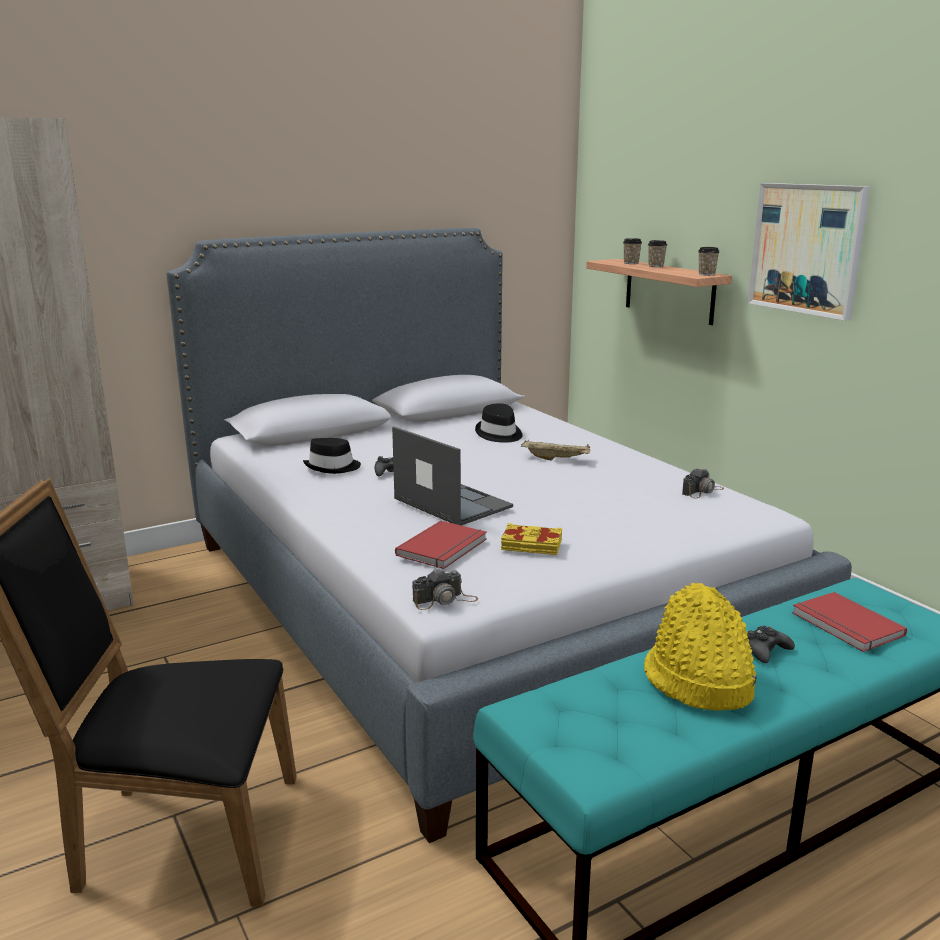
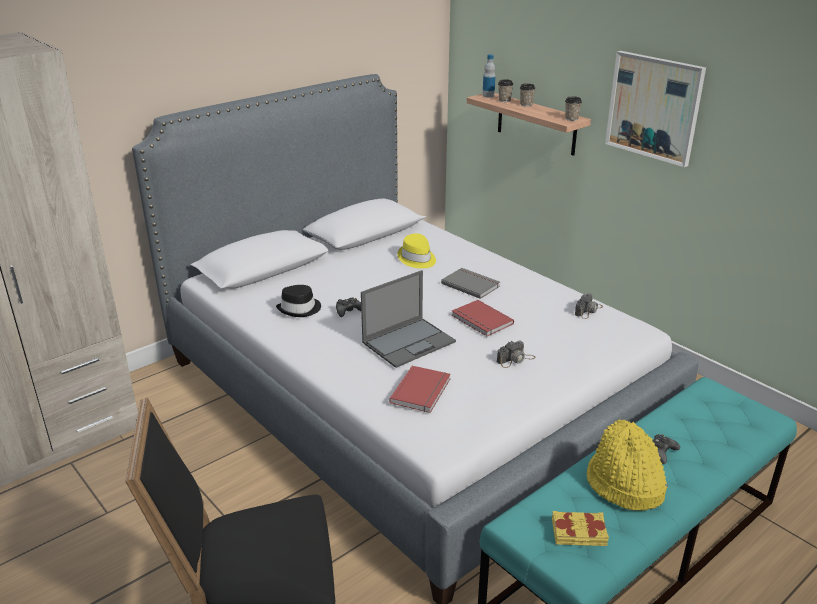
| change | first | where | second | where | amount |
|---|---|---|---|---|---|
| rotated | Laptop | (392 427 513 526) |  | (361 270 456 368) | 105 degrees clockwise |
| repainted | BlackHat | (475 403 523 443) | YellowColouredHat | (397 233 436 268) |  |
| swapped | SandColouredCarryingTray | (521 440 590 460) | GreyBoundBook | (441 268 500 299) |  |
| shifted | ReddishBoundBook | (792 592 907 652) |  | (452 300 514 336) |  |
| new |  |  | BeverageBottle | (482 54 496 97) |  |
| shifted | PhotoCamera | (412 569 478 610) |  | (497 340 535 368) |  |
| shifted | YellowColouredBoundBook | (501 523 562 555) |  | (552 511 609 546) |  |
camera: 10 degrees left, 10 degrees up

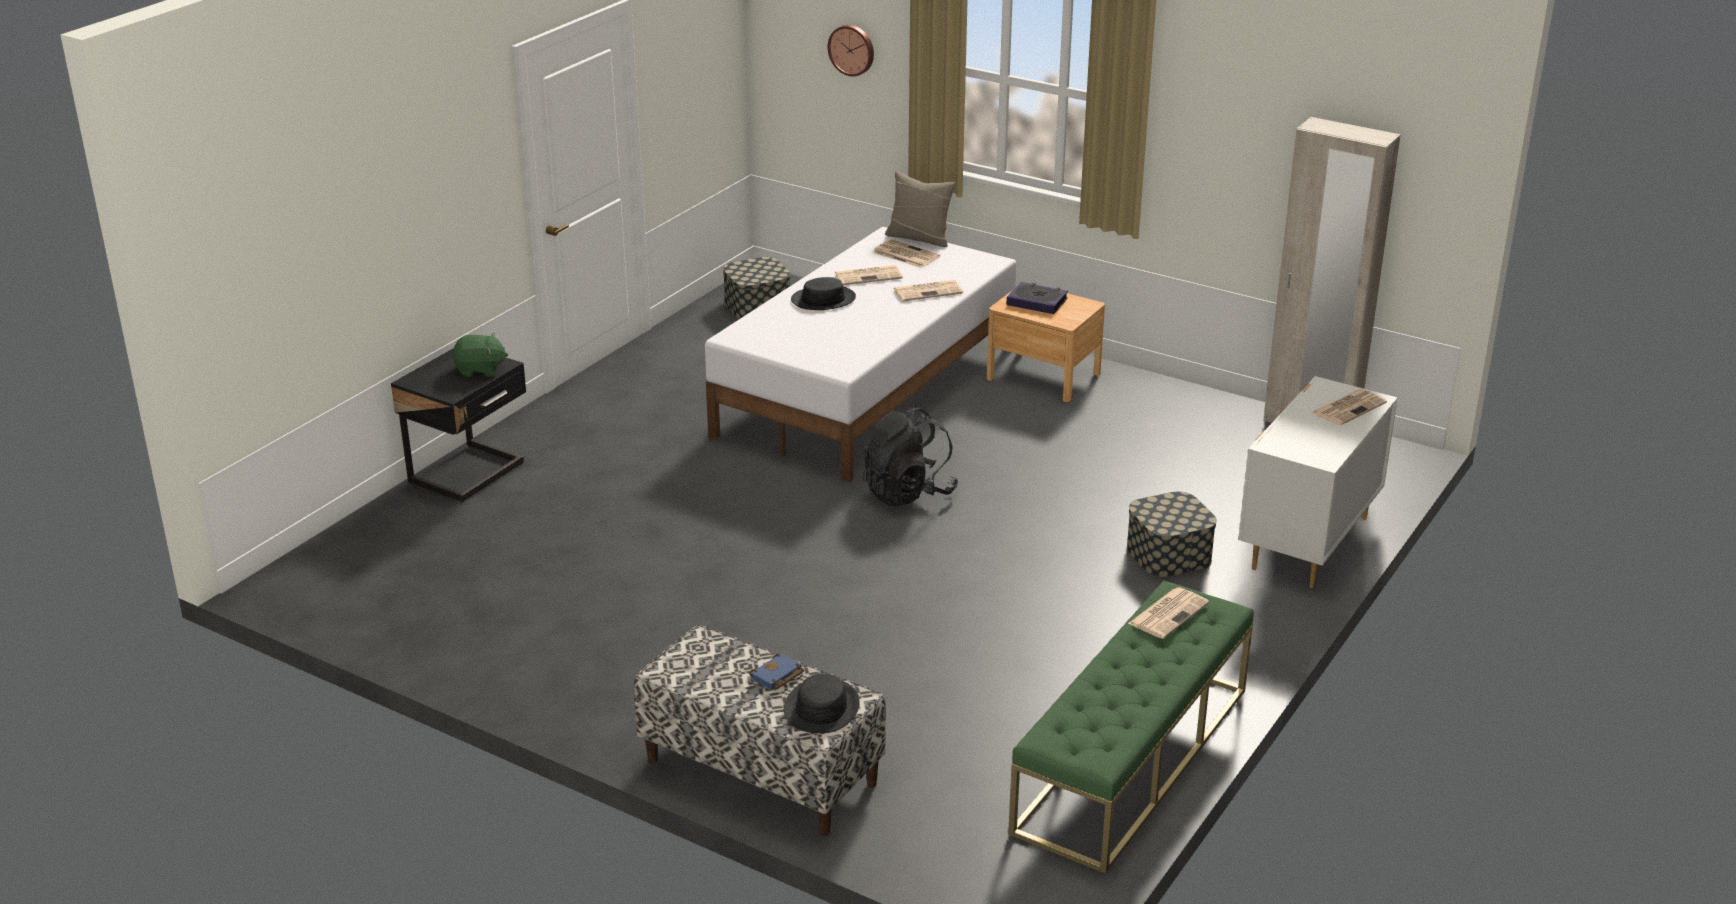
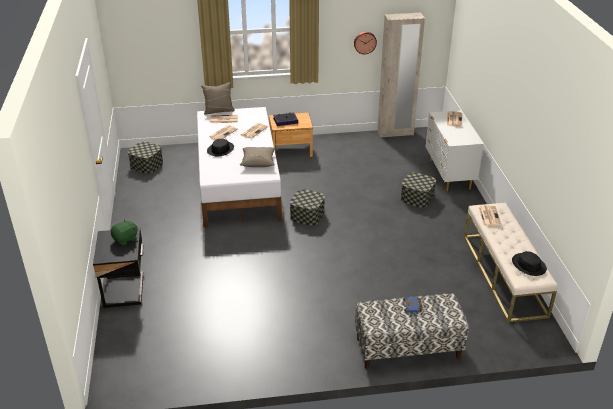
| change | first | where | second | where | amount |
|---|---|---|---|---|---|
| new |  |  | SandColouredCushion | (240 147 275 167) |  |
| swapped | BlackBackpack | (862 405 958 506) | StorageBin | (290 189 325 226) |  |
| shifted | ClockOnTheWall | (828 25 874 77) |  | (354 32 377 54) |  |
| repainted | GreenBench | (1008 581 1254 874) | SandColouredBench | (464 203 558 323) |  |
| shifted | BlackHat | (784 674 860 733) |  | (512 251 547 276) |  |
camera: 40 degrees left, 5 degrees up

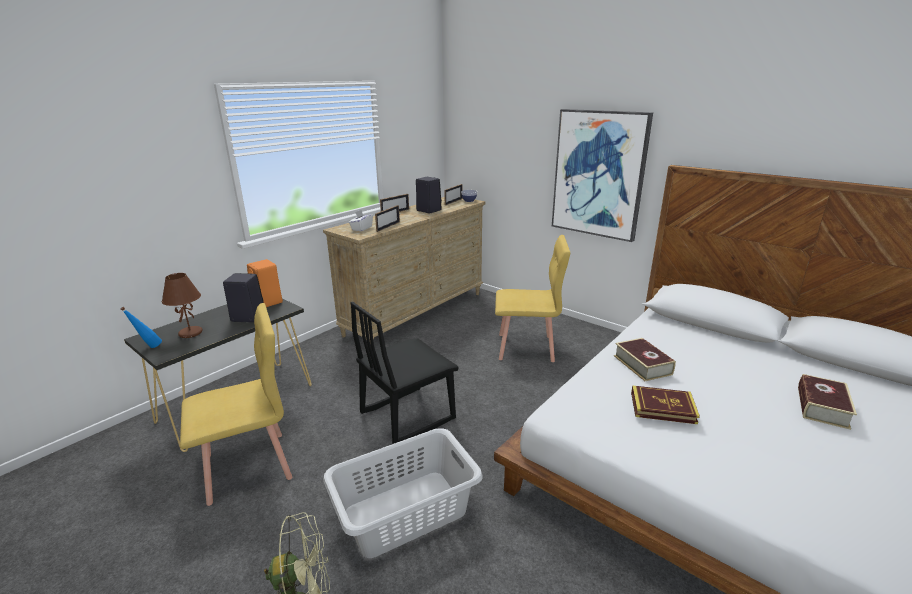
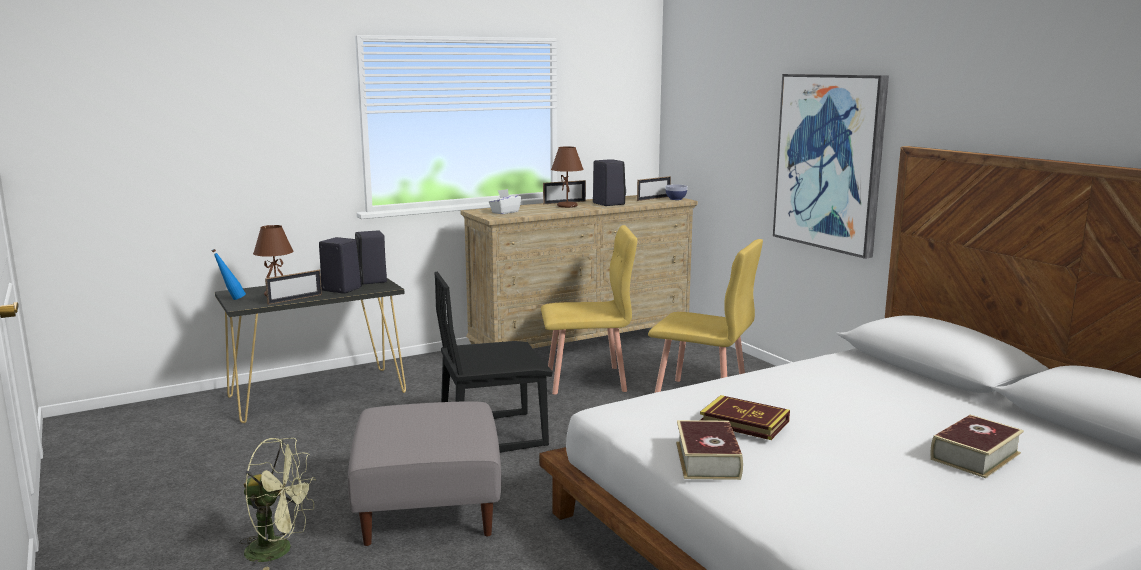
| change | first | where | second | where | amount |
|---|---|---|---|---|---|
| shifted | StandingFrame | (375 205 400 232) |  | (265 270 322 305) |  |
| swapped | GreyWashingBasket | (323 428 483 558) | GreyPouffe | (348 401 501 546) |  |
| repainted | OrangeyAudioSpeaker | (247 259 283 307) | BlackAudioSpeaker | (355 230 387 285) |  |
| shifted | YellowColouredUprightChair | (180 303 292 506) |  | (541 225 637 395) |  |
| new |  |  | BrownLampForATable | (551 147 584 208) |  |
| shifted | BoundBook | (614 338 676 381) |  | (676 420 743 480) |  |
camera: 20 degrees right, 10 degrees down

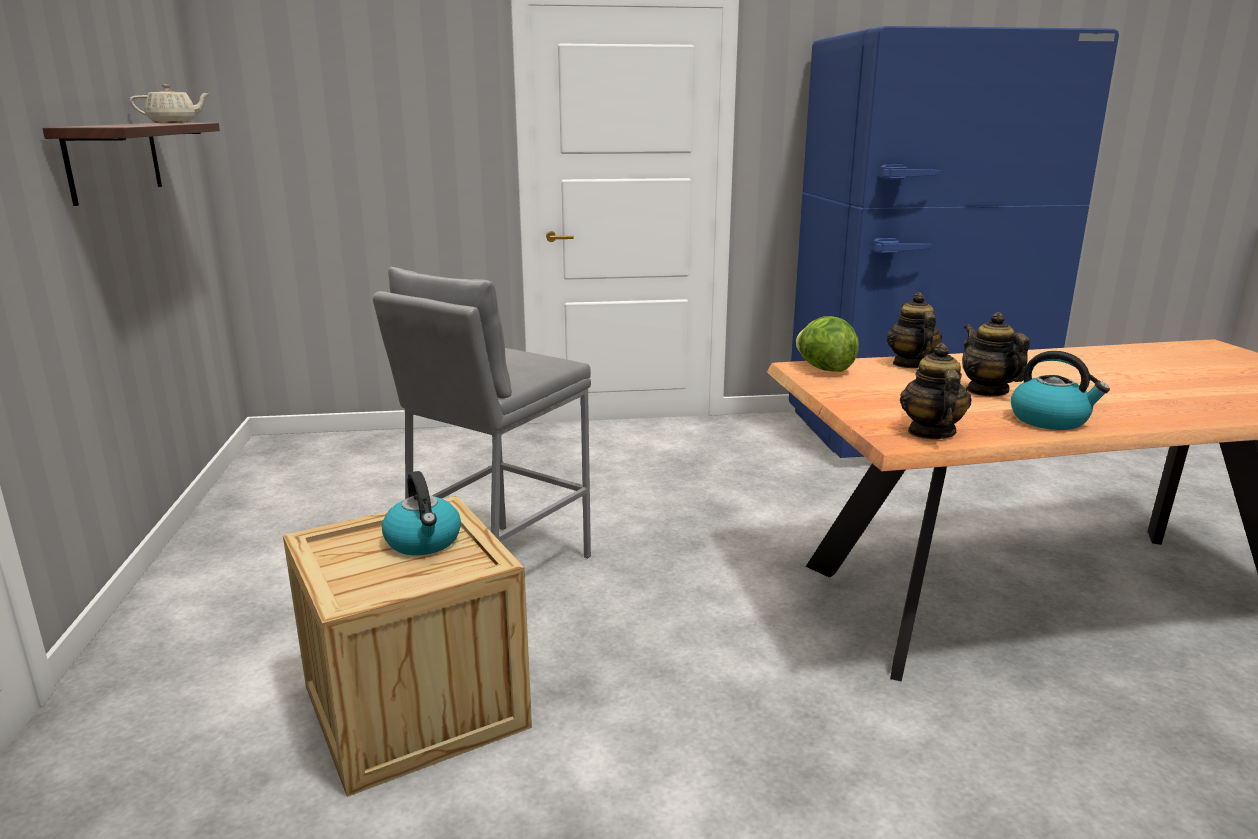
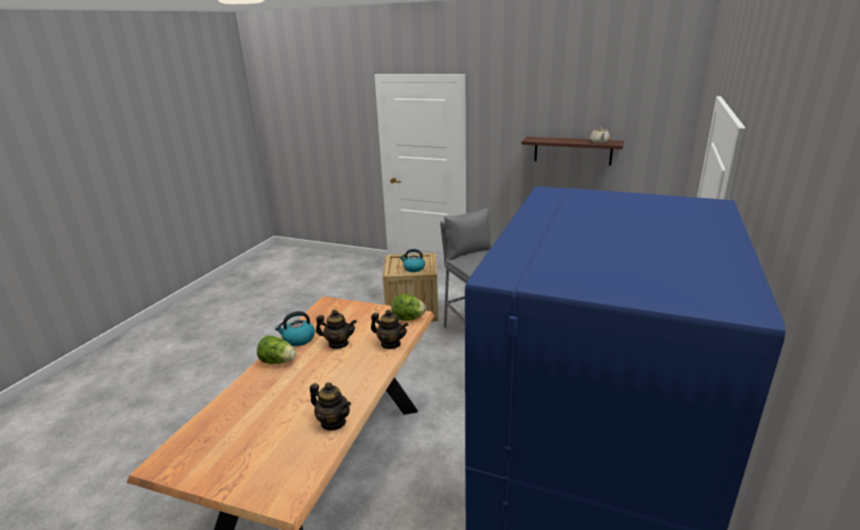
| change | first | where | second | where | amount |
|---|---|---|---|---|---|
| new |  |  | HeadOfLettuce | (257 335 296 364) |  |
| shifted | Teapot | (900 343 972 439) |  | (310 382 351 430) |  |
camera: 120 degrees right, 5 degrees up

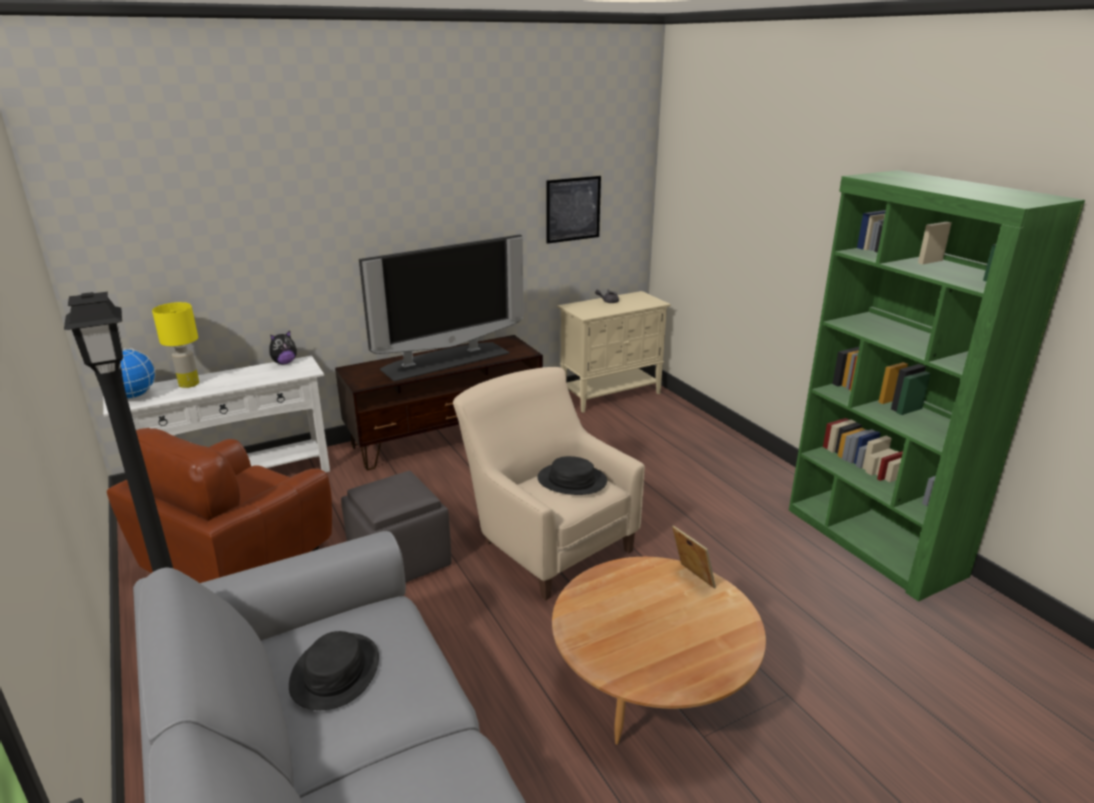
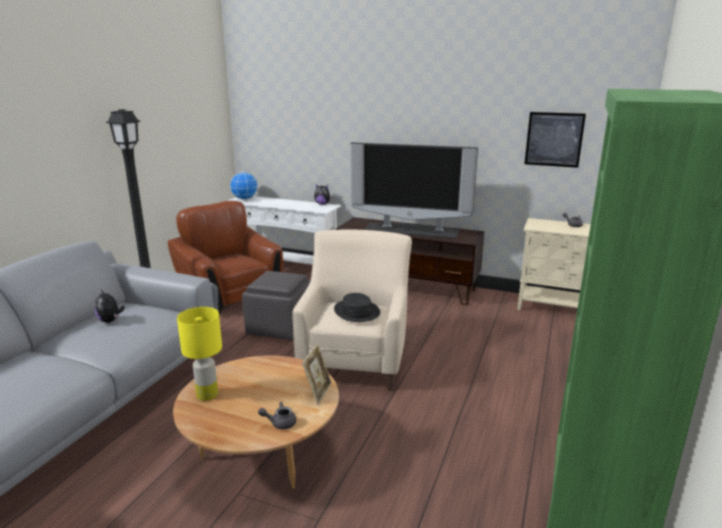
| change | first | where | second | where | amount |
|---|---|---|---|---|---|
| swapped | BlackHat | (289 631 379 710) | CuddlyToy | (95 289 125 323) |  |
| rotated | BrownEasyChair | (107 428 332 583) |  | (168 201 283 314) | 60 degrees clockwise |
| shifted | YellowColouredLampForATable | (152 302 199 388) |  | (177 307 222 401) |  |
| new |  |  | GreyTeapot | (258 401 296 429) |  |
camera: 50 degrees right, 5 degrees down

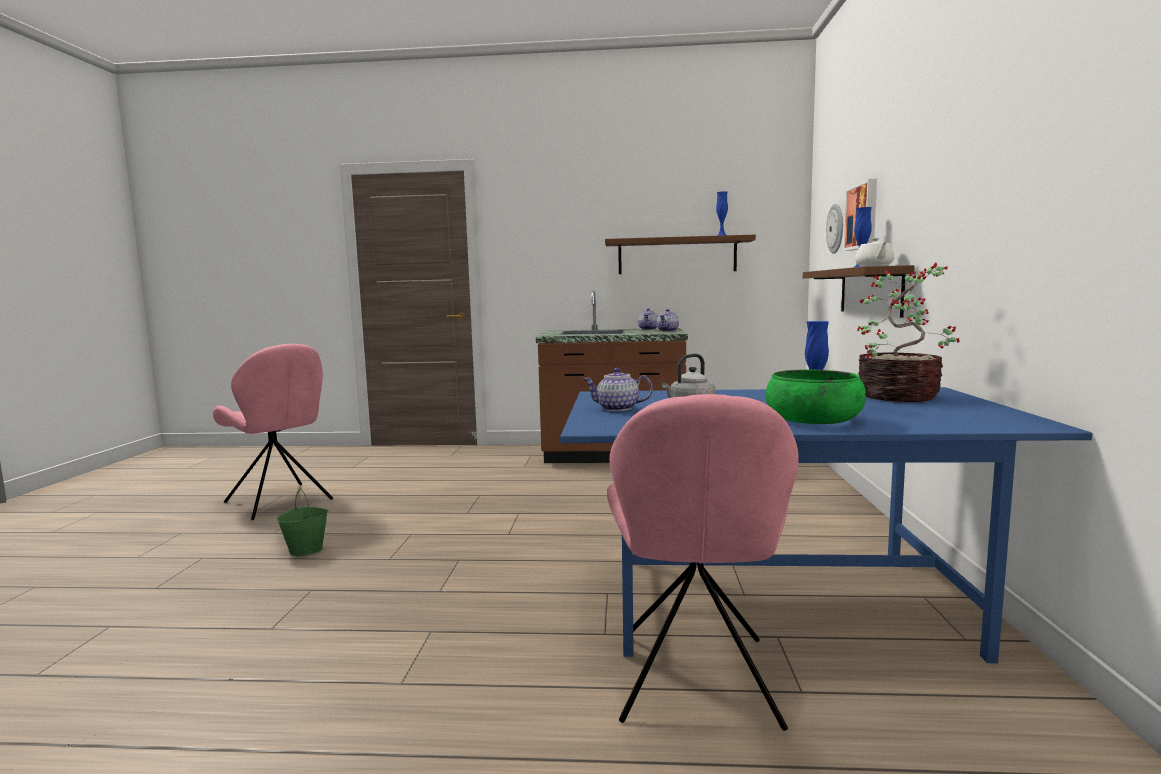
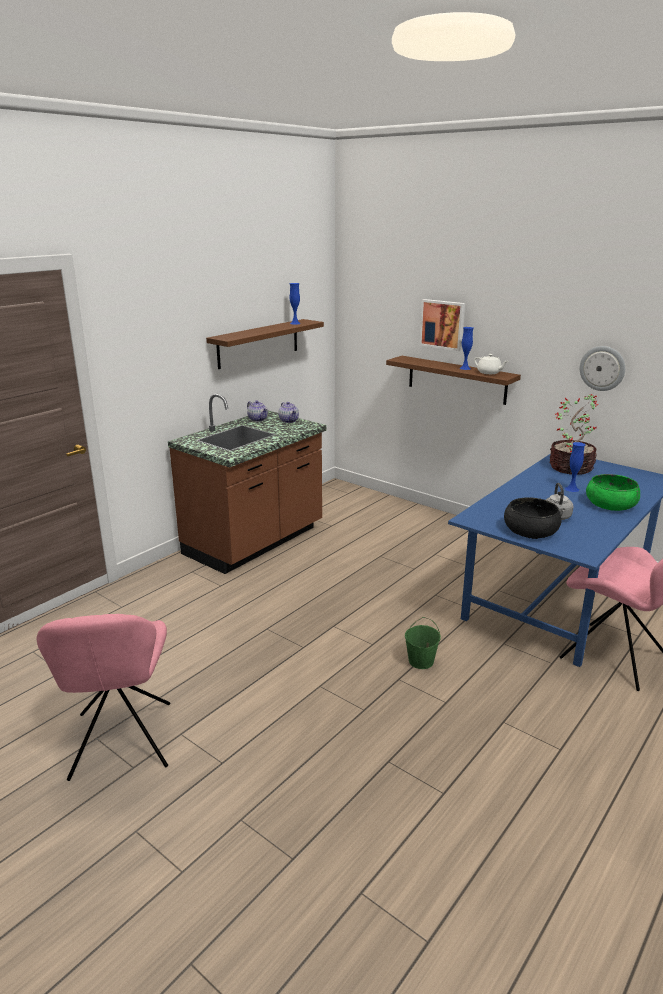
| change | first | where | second | where | amount |
|---|---|---|---|---|---|
| rotated | PinkUprightChair | (213 344 333 520) |  | (37 614 170 781) | 90 degrees clockwise |
| shifted | GreenBucket | (277 488 329 556) |  | (405 617 441 669) |  |
| swapped | Teapot | (583 368 653 411) | BlackServingBowl | (504 497 562 539) |  |
| shifted | ClockOnTheWall | (826 204 843 254) |  | (580 346 625 391) |  |
camera: 55 degrees left, 15 degrees up

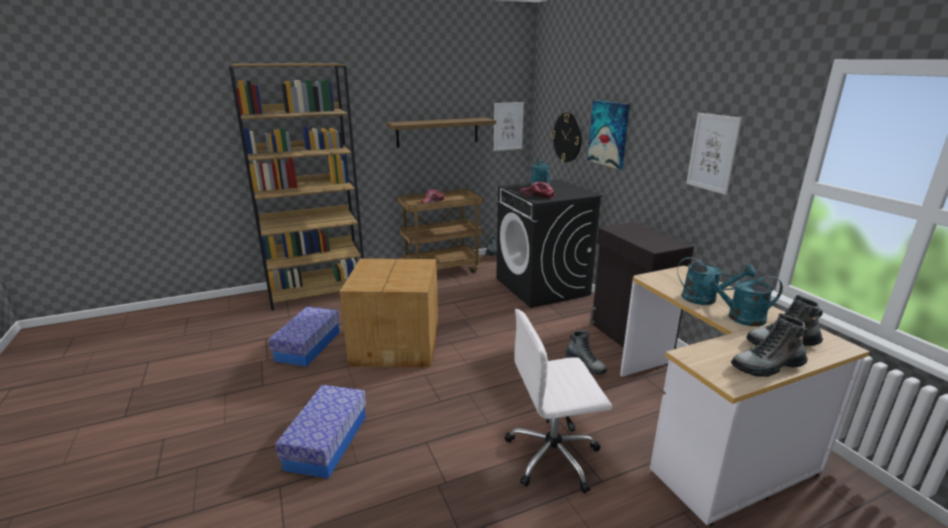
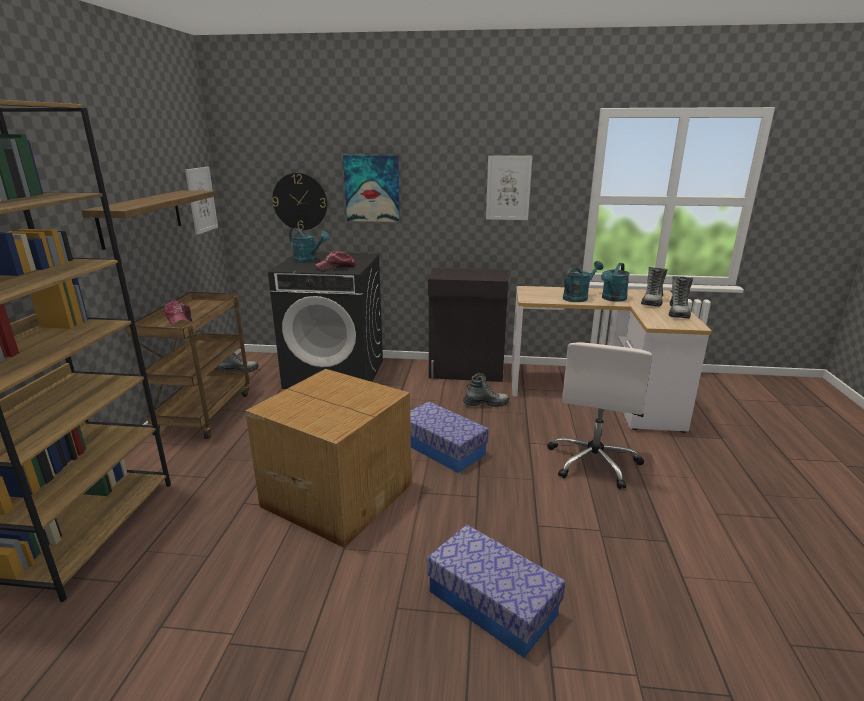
| change | first | where | second | where | amount |
|---|---|---|---|---|---|
| shifted | StorageBin | (268 307 340 366) |  | (410 401 489 473) |  |
camera: 60 degrees left, 0 degrees up

